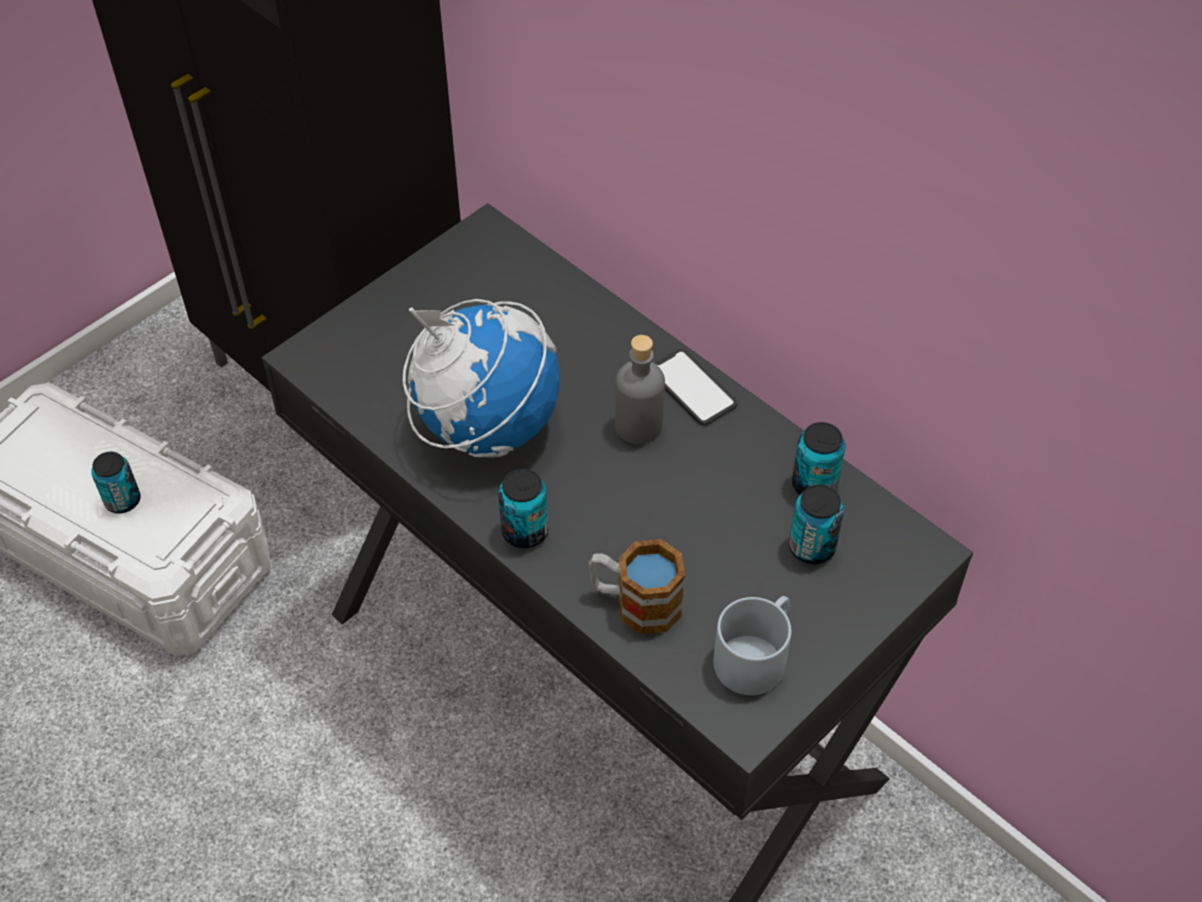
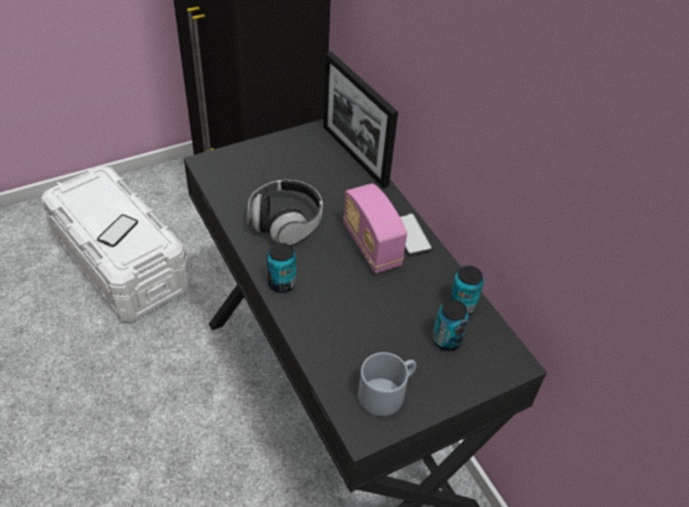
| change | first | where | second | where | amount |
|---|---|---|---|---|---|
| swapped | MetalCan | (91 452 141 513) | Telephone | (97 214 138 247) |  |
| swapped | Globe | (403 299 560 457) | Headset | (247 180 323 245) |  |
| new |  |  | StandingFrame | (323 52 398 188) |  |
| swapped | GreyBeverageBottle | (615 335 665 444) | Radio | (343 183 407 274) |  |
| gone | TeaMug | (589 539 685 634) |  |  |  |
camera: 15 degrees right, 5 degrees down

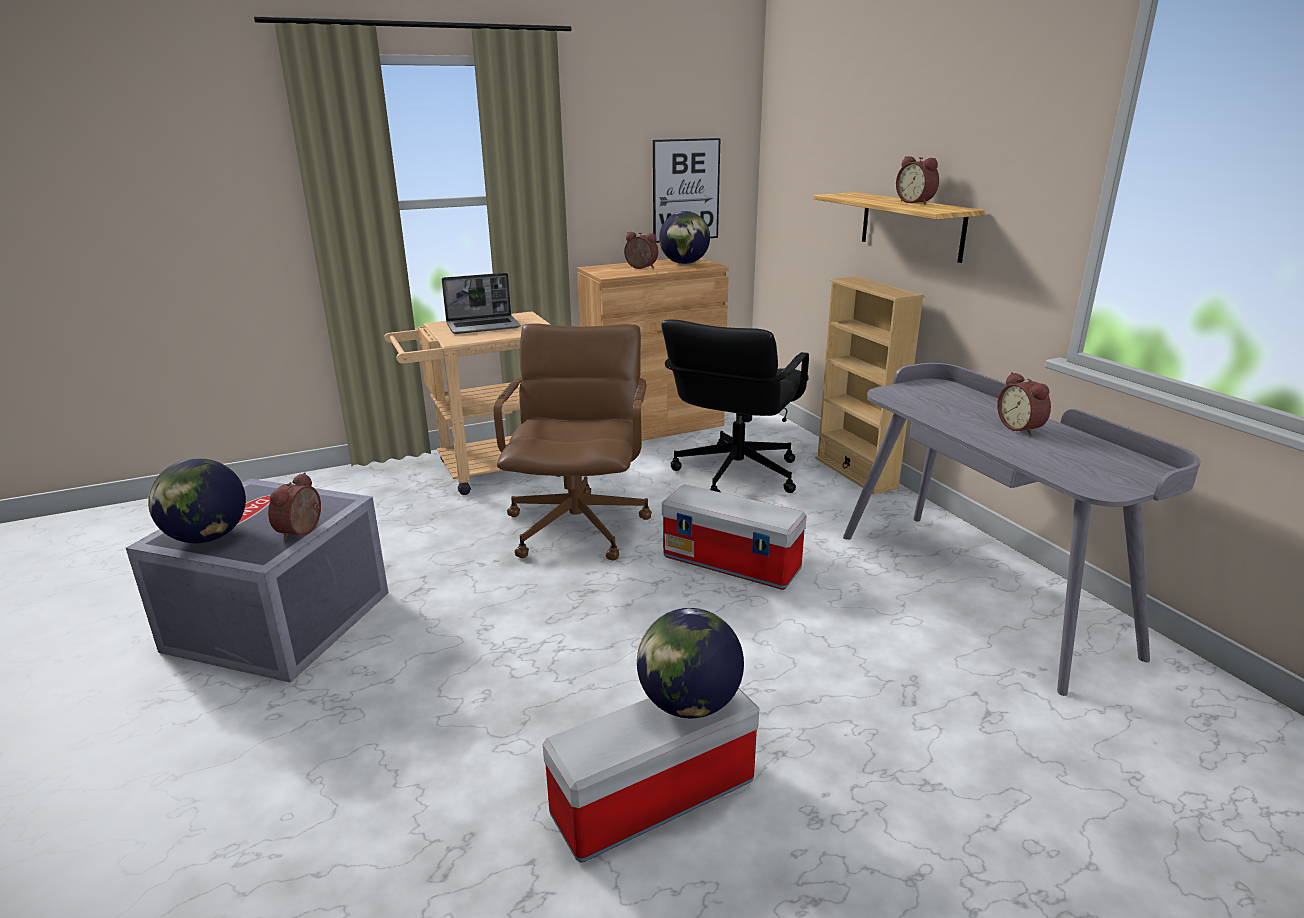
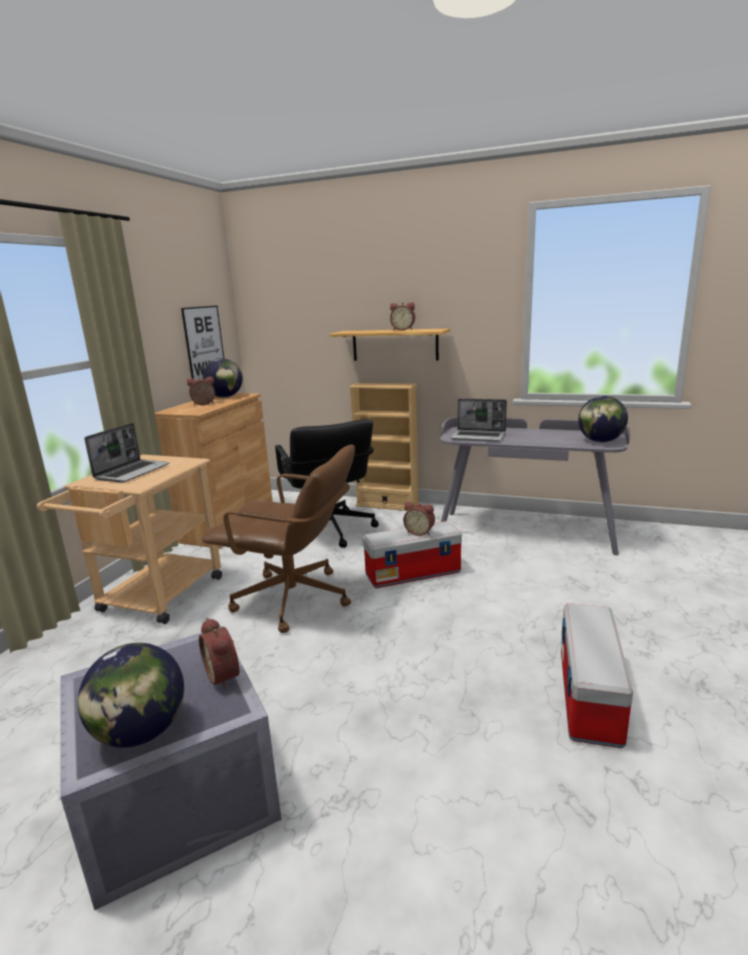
| change | first | where | second | where | amount |
|---|---|---|---|---|---|
| rotated | BrownOfficeChair | (494 323 652 561) |  | (202 444 355 633) | 150 degrees clockwise |
| shifted | AlarmClock | (997 372 1051 436) |  | (403 502 435 536) |  |
| new |  |  | Laptop | (450 398 507 442) |  |
| shifted | Globe | (637 608 744 718) |  | (578 396 628 442) |  |
camera: 45 degrees left, 5 degrees down

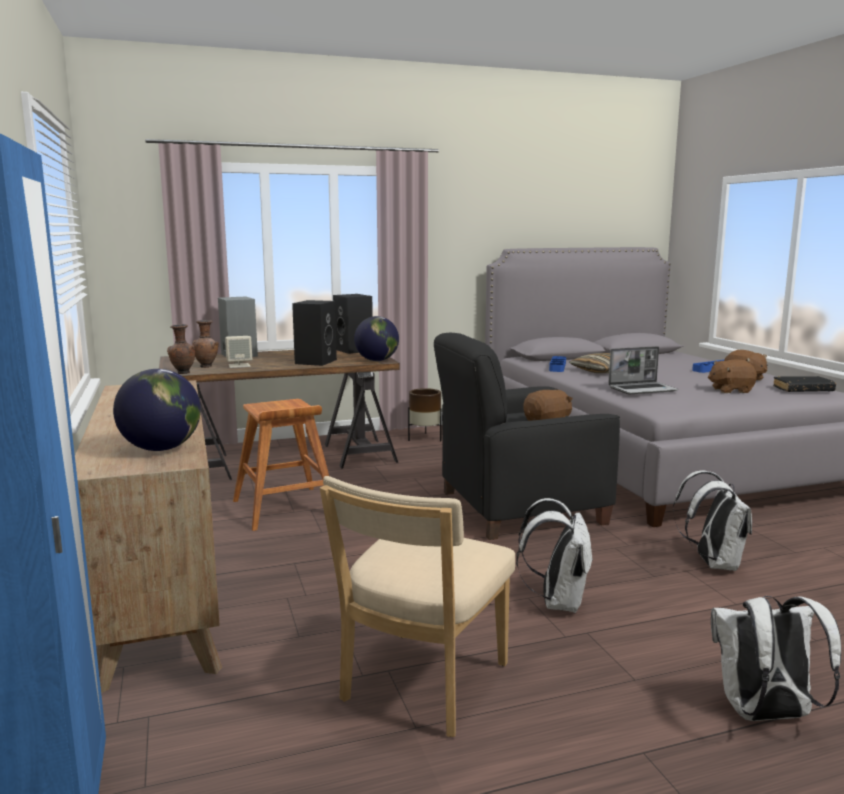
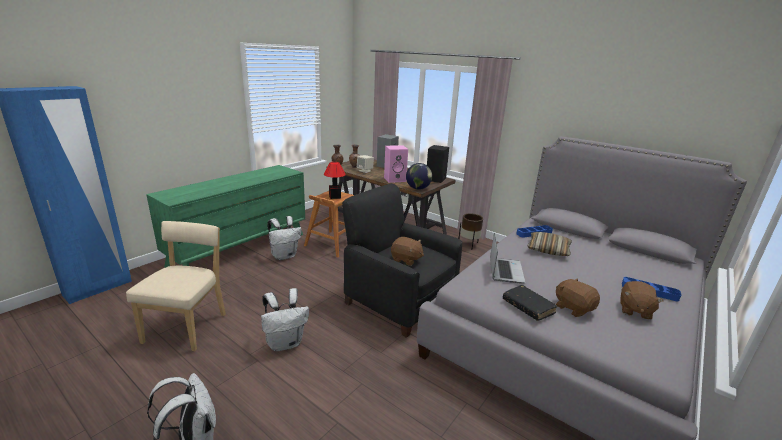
| change | first | where | second | where | amount |
|---|---|---|---|---|---|
| rotated | SandColouredUprightChair | (320 476 515 737) |  | (126 221 226 351) | 105 degrees clockwise |
| repainted | BrownChestOfDrawers | (75 380 222 693) | GreenChestOfDrawers | (146 165 305 268) |  |
| shifted | WhiteColouredBackpack | (673 470 752 571) |  | (267 216 301 260) |  |
| new |  |  | LampForATable | (324 162 346 199) |  |
| repainted | BlackAudioSpeaker | (292 300 337 366) | PinkAudioSpeaker | (384 145 408 183) |  |
| rotated | Laptop | (608 346 678 394) |  | (490 233 526 283) | 120 degrees counterclockwise |
| shifted | BlackBoundBook | (773 376 836 392) |  | (503 285 557 321) |  |
| gone | Globe | (113 369 201 451) |  |  |  |
camera: 55 degrees right, 10 degrees up

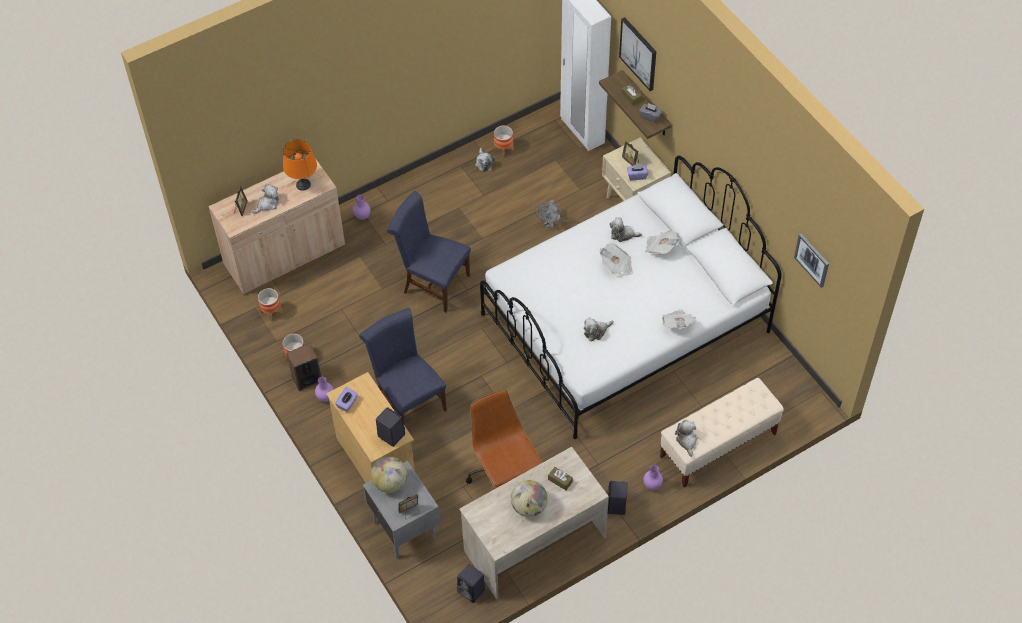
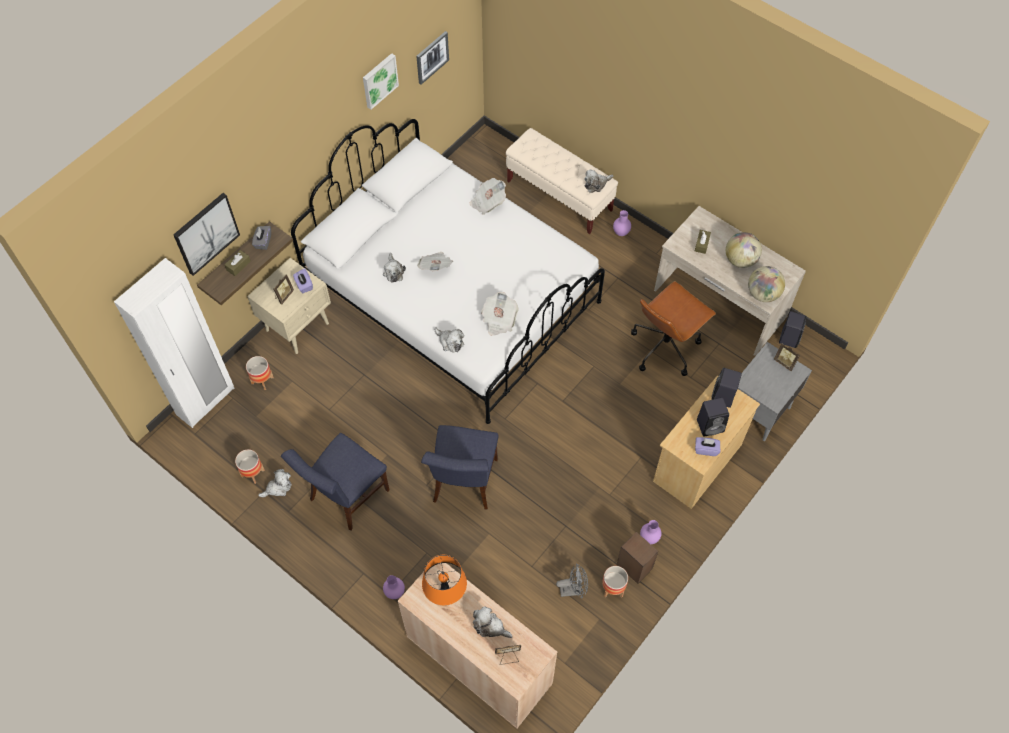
| change | first | where | second | where | amount |
|---|---|---|---|---|---|
| shifted | Planter | (258 288 282 321) |  | (246 356 274 390) |  |
| shifted | BlueUprightChair | (359 308 447 424) |  | (281 433 390 531) |  |
| new |  |  | Picture | (363 53 399 109) |  |
| shifted | CuddlyToy | (584 317 614 341) |  | (434 328 464 353) |  |
| shifted | Newspaper | (646 231 680 254) |  | (481 292 519 336) |  |
| shifted | GreyCoolingFan | (535 199 563 228) |  | (556 563 588 598) |  |
| shifted | BlackAudioSpeaker | (607 481 628 515) |  | (697 398 729 437) |  |
| shifted | Globe | (371 457 407 493) |  | (748 266 785 302) |  |
camera: 110 degrees left, 5 degrees up

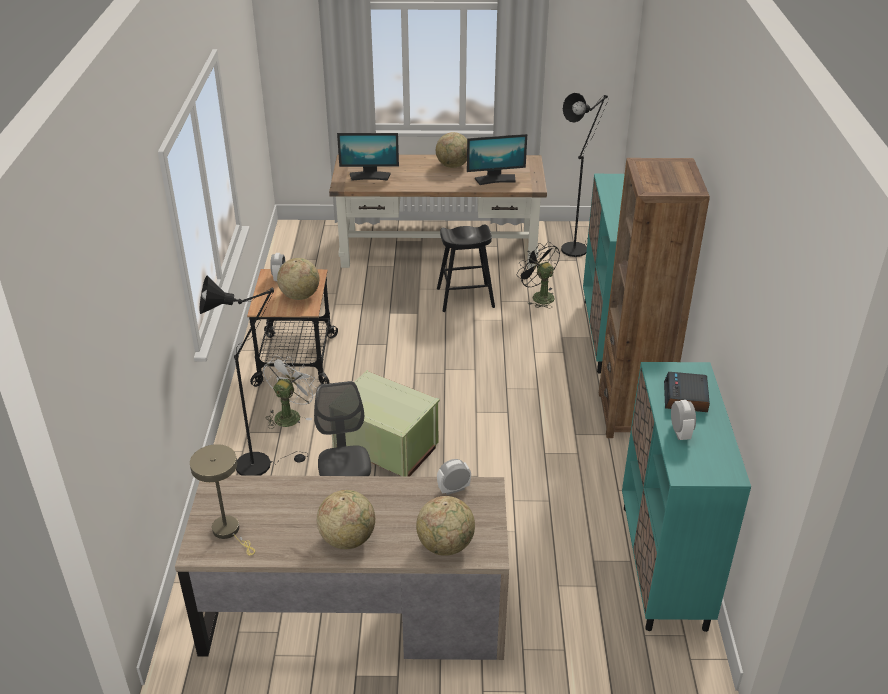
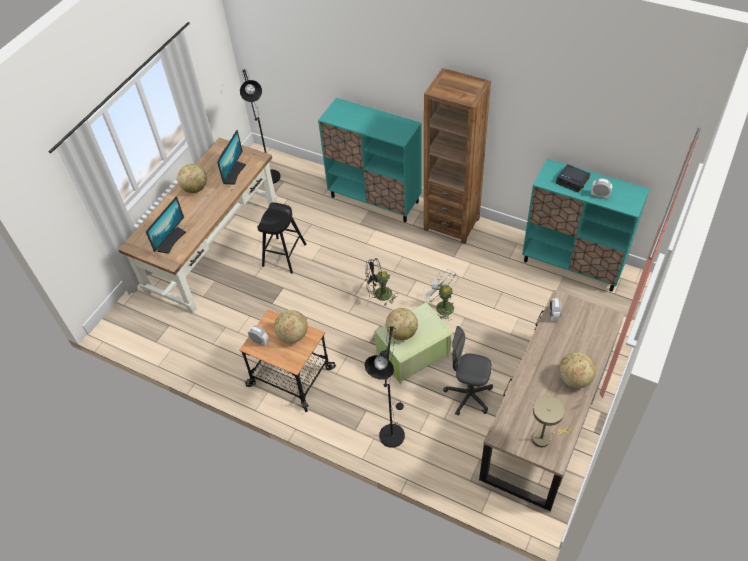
| change | first | where | second | where | amount |
|---|---|---|---|---|---|
| shifted | BlackCoolingFan | (517 242 560 308) |  | (365 258 398 306) |  |
| shifted | Globe | (416 496 475 556) |  | (386 308 418 340) |  |
| shifted | WhiteColouredCoolingFan | (263 356 316 429) |  | (422 269 458 320) |  |
camera: 60 degrees left, 15 degrees up

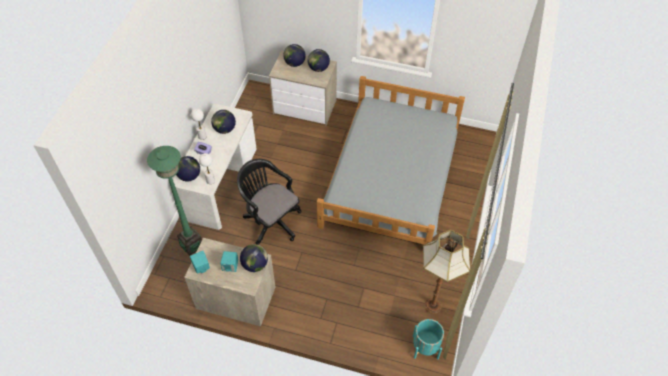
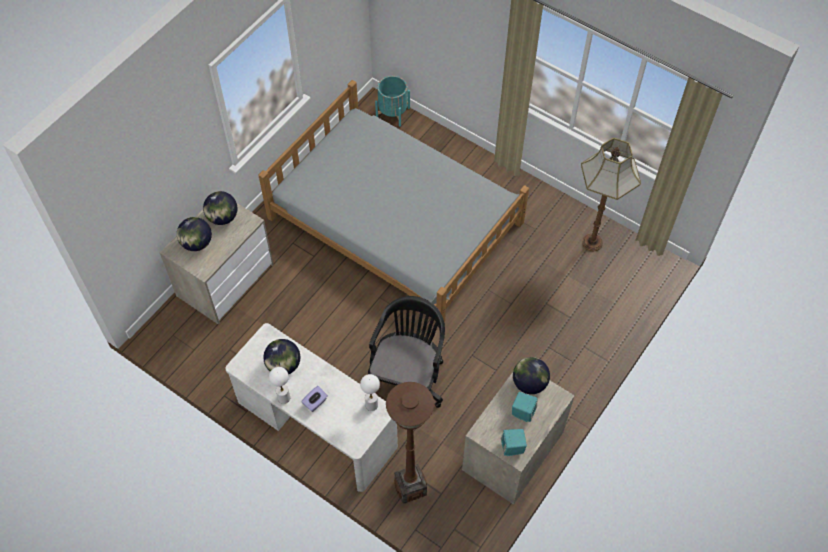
| change | first | where | second | where | amount |
|---|---|---|---|---|---|
| rotated | BlackOfficeChair | (237 159 301 245) |  | (368 296 445 408) | 135 degrees clockwise |
| shifted | TurquoiseColouredPlanter | (413 319 444 359) |  | (375 76 410 127) |  |
| repainted | GreenStandardLamp | (147 146 202 256) | BrownStandardLamp | (386 382 434 504) |  |
| gone | Globe | (176 156 200 181) |  |  |  |
camera: 70 degrees left, 5 degrees up

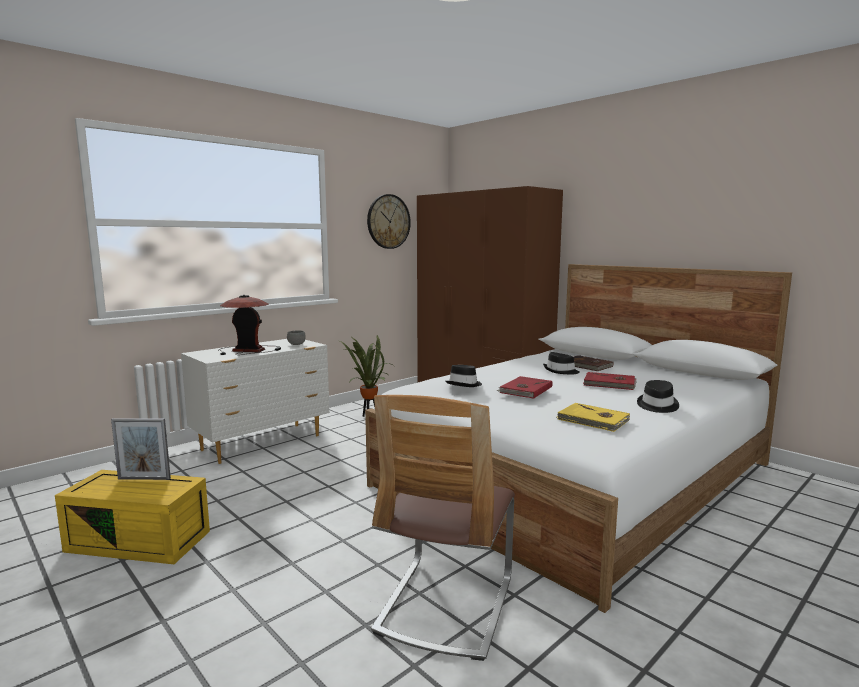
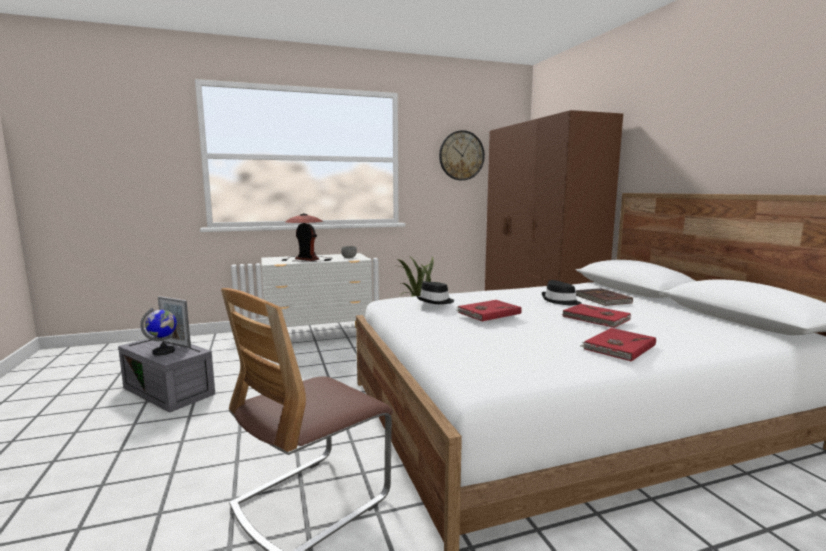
| change | first | where | second | where | amount |
|---|---|---|---|---|---|
| repainted | YellowColouredStorageBin | (55 470 210 564) | GreyStorageBin | (118 337 215 413) |  |
| new |  |  | Globe | (140 308 177 355) |  |
| swapped | BlackHat | (637 380 679 413) | ReddishBoundBook | (580 328 656 361) |  |
| gone | YellowColouredBoundBook | (557 403 630 432) |  |  |  |
camera: 25 degrees right, 0 degrees up

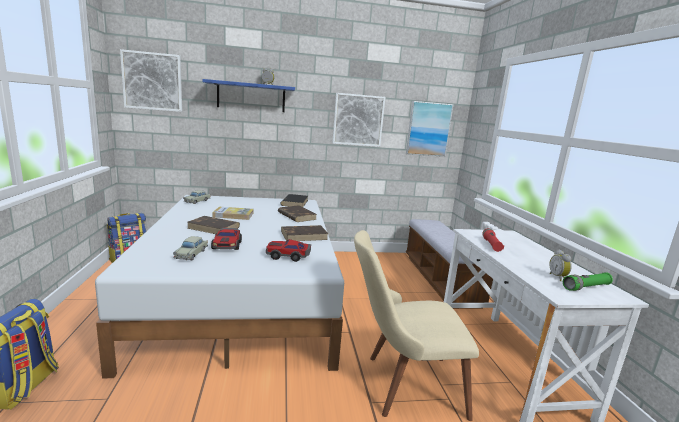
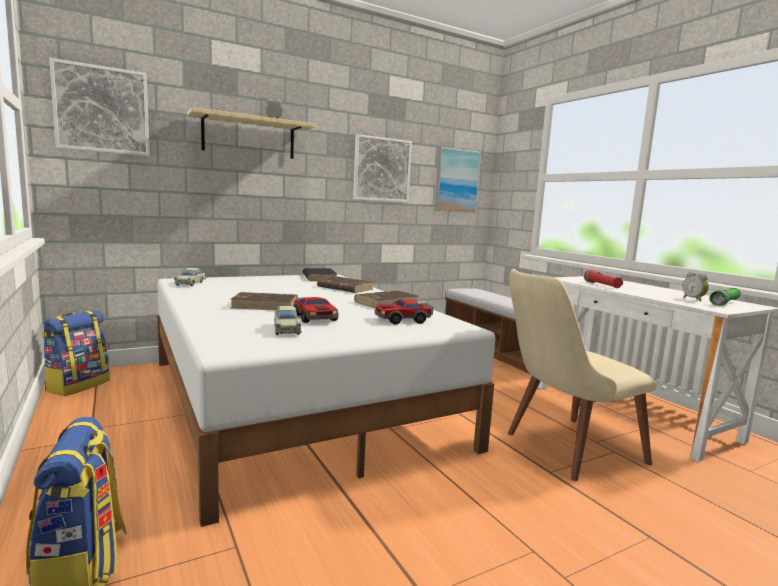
| change | first | where | second | where | amount |
|---|---|---|---|---|---|
| repainted | BlueBracketShelf | (202 79 295 112) | SandColouredBracketShelf | (187 107 316 159) |  |
| gone | BoundBook | (212 207 254 220) |  |  |  |
camera: 20 degrees left, 5 degrees down

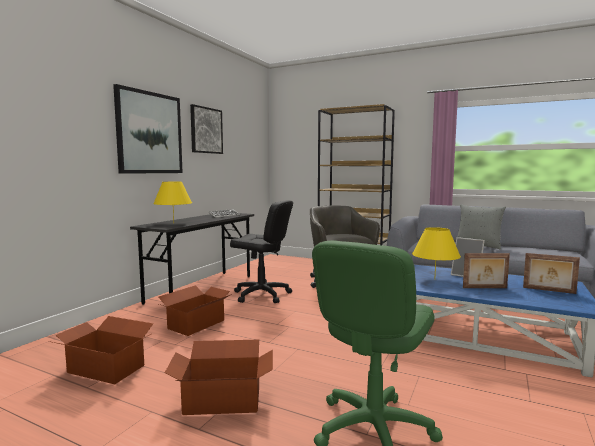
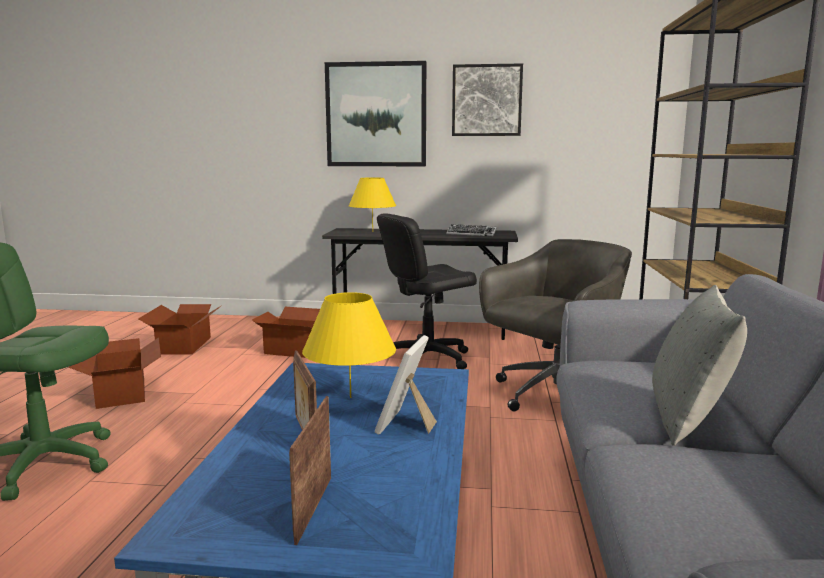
| change | first | where | second | where | amount |
|---|---|---|---|---|---|
| rotated | BlackOfficeChair | (230 200 293 303) |  | (377 213 477 369) | 60 degrees clockwise |
camera: 70 degrees right, 5 degrees up

